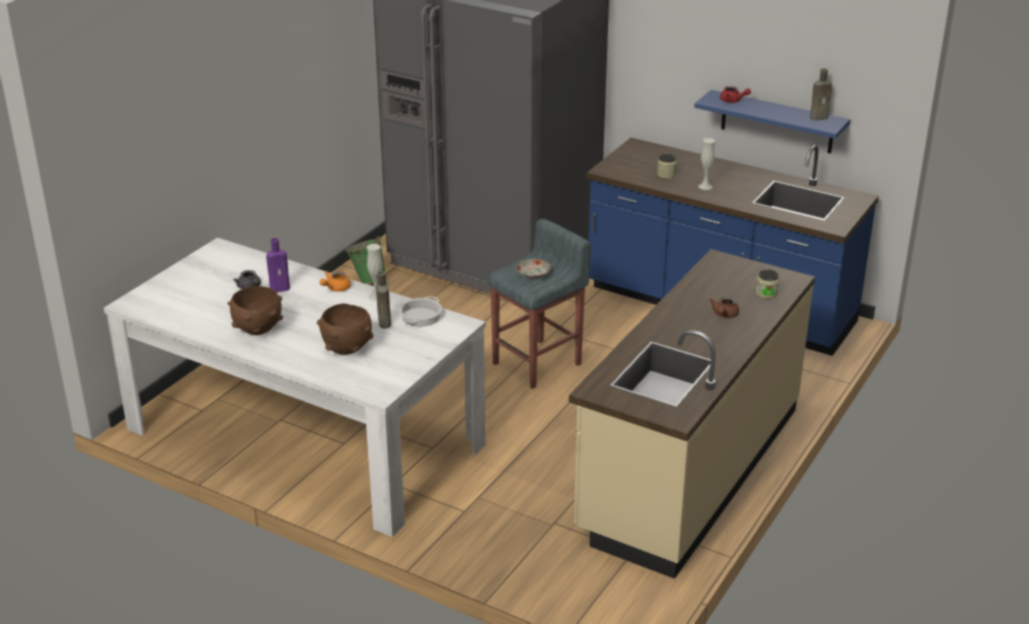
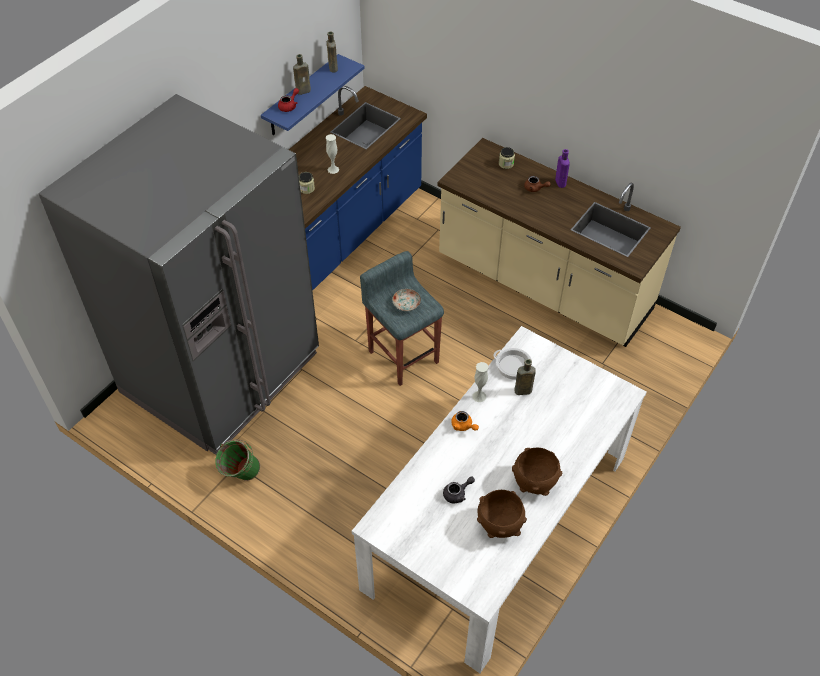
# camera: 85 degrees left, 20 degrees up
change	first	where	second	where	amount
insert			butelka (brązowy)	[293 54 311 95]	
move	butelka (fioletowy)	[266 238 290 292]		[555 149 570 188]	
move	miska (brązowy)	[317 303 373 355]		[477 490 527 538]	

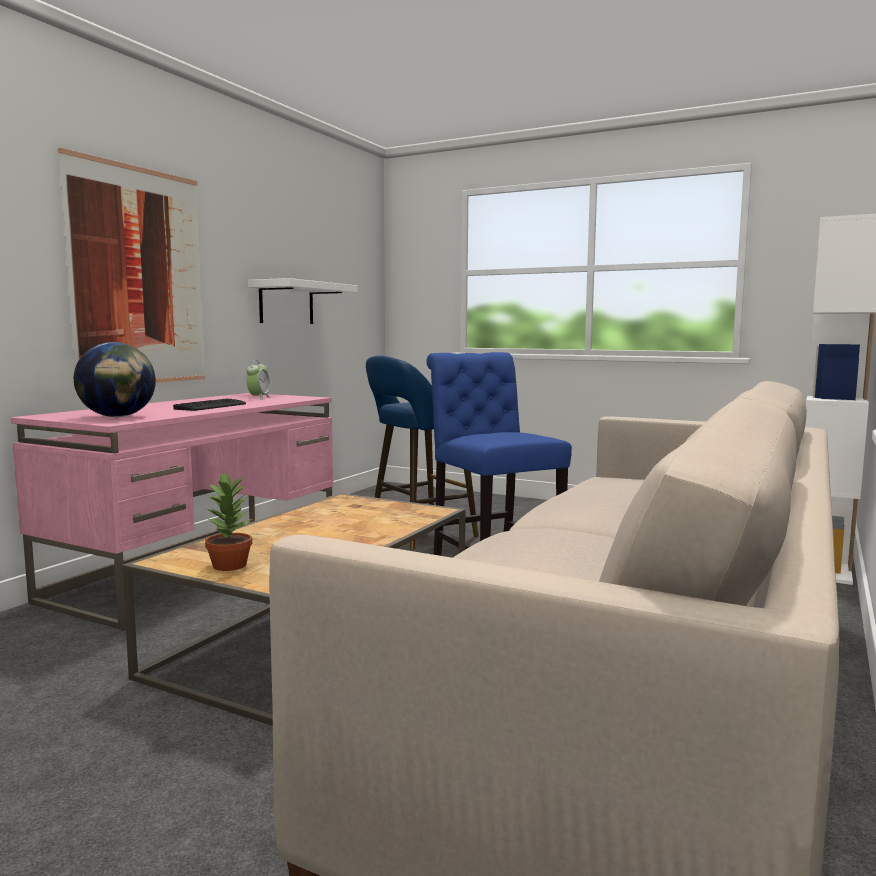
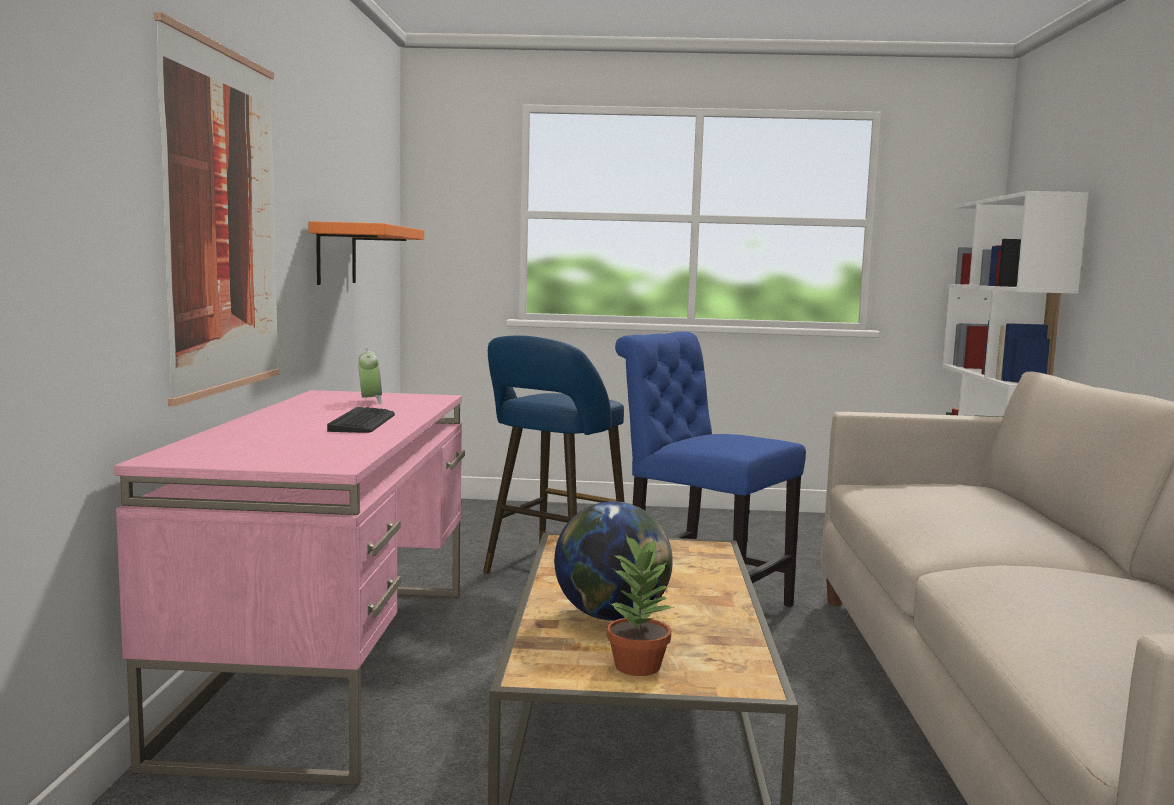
# camera: 25 degrees left, 0 degrees up
change	first	where	second	where	amount
move	globus	[74 342 156 417]		[554 501 673 621]	
recolor	półka (biały)	[248 278 358 324]	półka (pomarańczowy)	[309 221 424 285]	

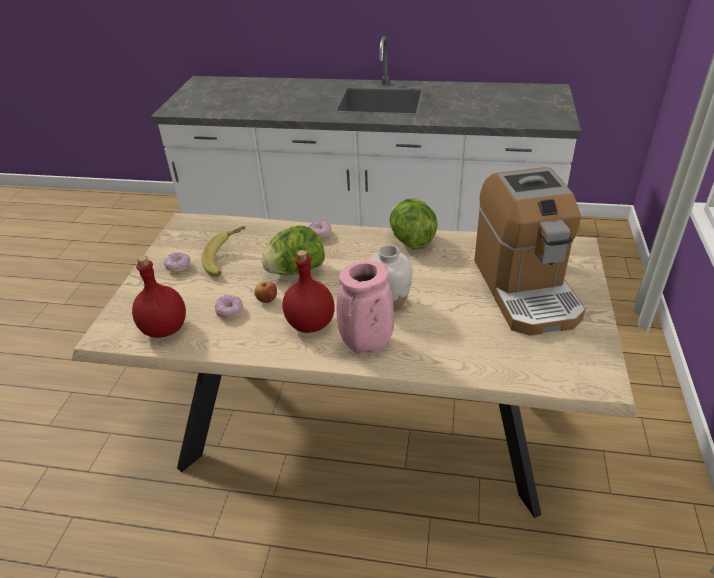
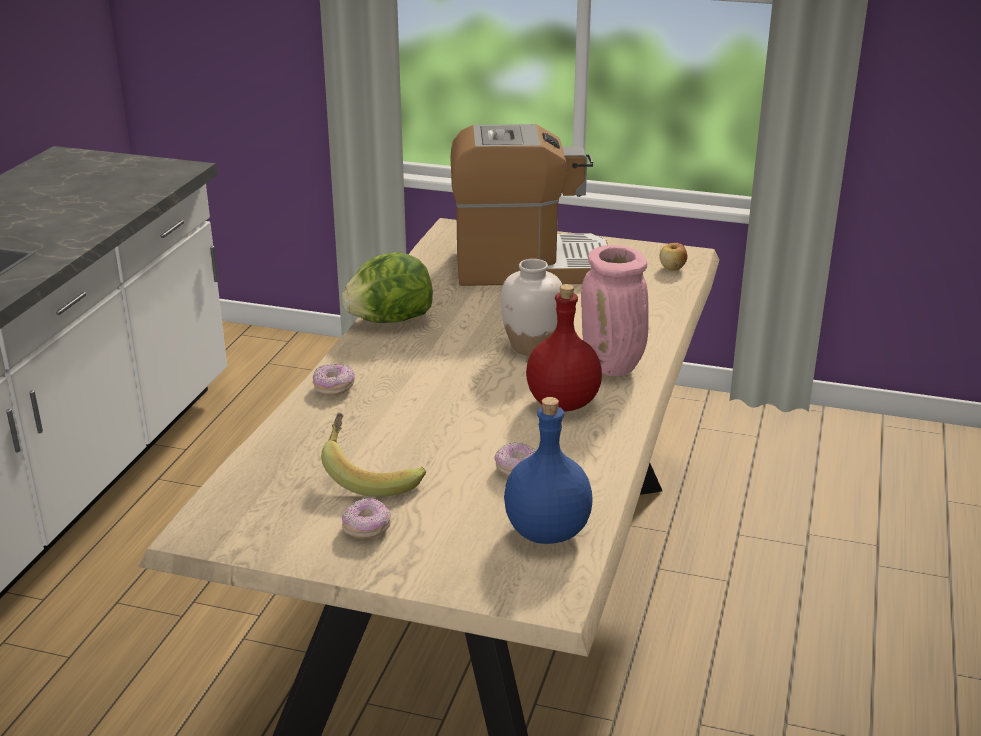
# camera: 85 degrees left, 10 degrees down
change	first	where	second	where	amount
delete	sałata	[261 226 325 275]			
move	jabłko	[254 281 277 303]		[659 243 687 270]	
recolor	butelka (czerwony)	[132 256 186 338]	butelka (niebieski)	[504 397 593 544]	

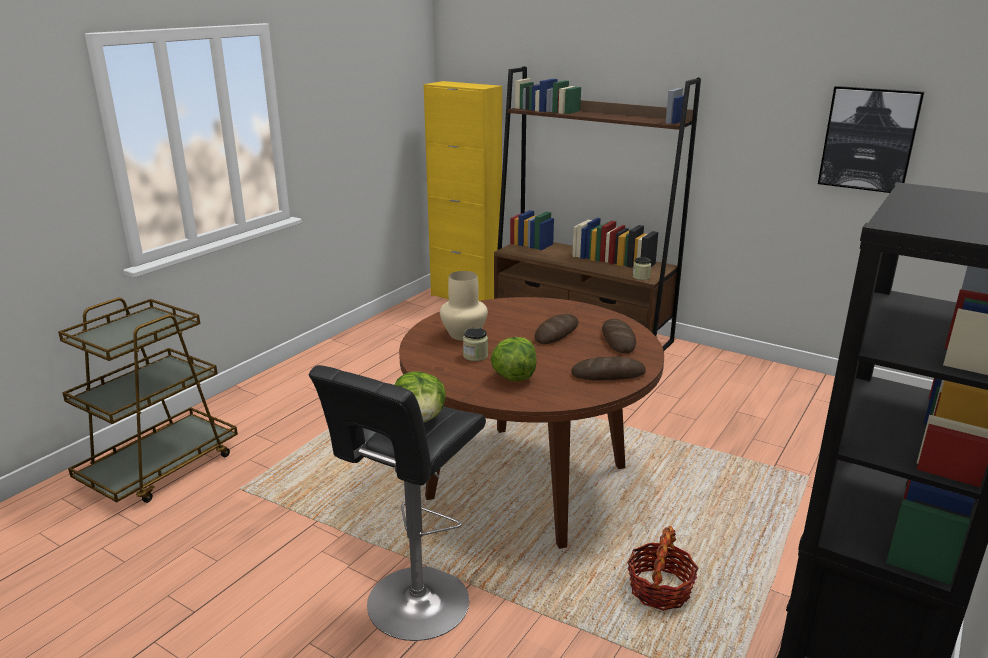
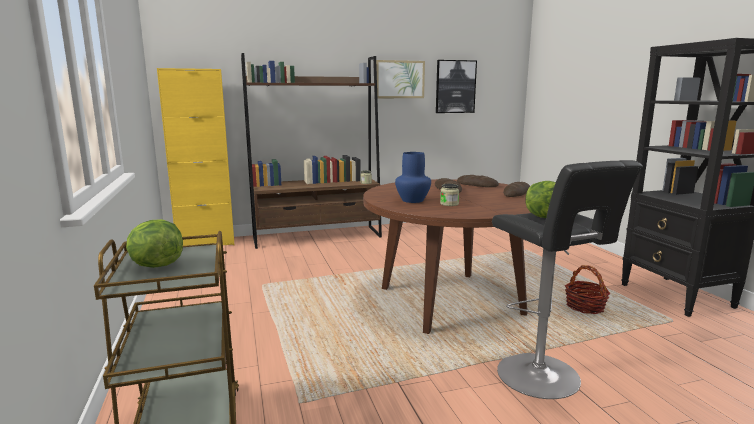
# camera: 50 degrees left, 10 degrees down
change	first	where	second	where	amount
insert			obraz	[376 60 425 98]	
move	sałata	[491 337 537 382]		[126 219 183 268]	
recolor	wazon (beżowy)	[440 271 488 341]	wazon (niebieski)	[395 152 431 203]	

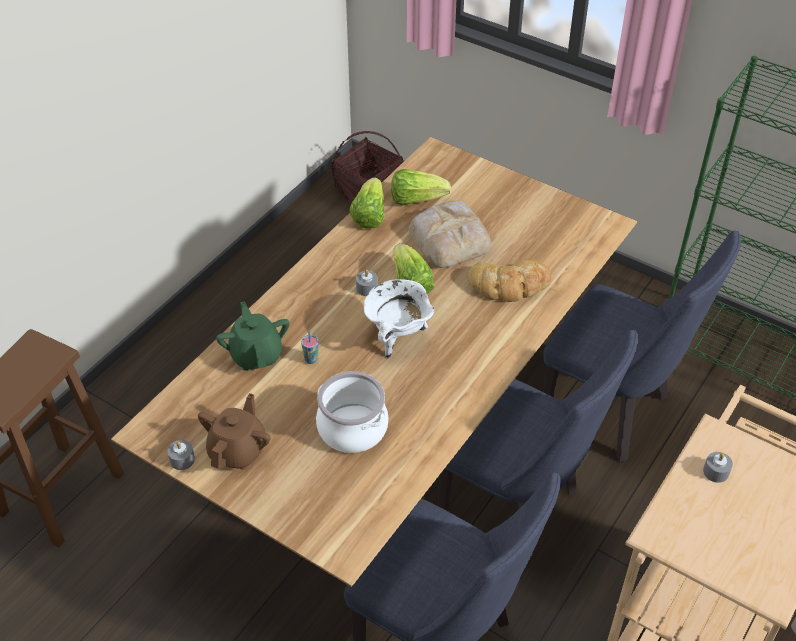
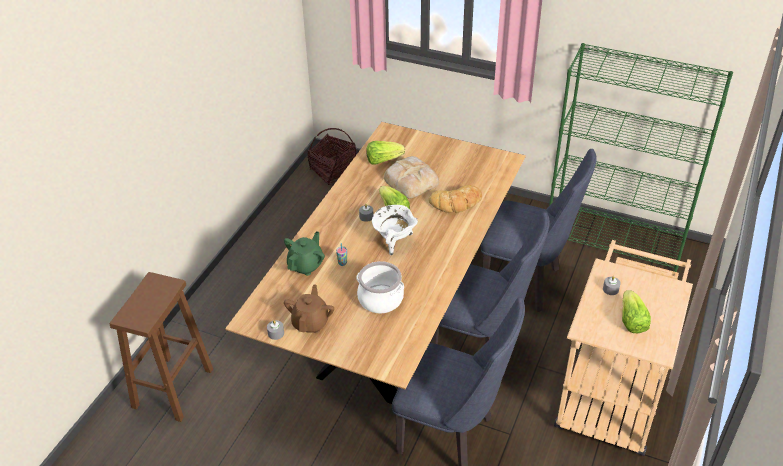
# camera: 10 degrees left, 5 degrees down
change	first	where	second	where	amount
move	sałata	[349 178 384 229]		[622 290 651 333]	
rotate	imbryk (zielony)	[216 301 289 371]		[284 231 325 276]	60 degrees clockwise

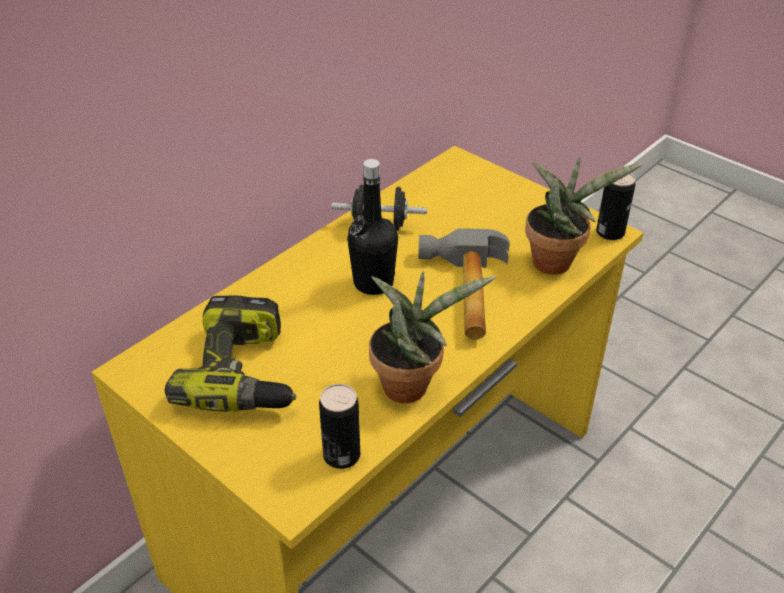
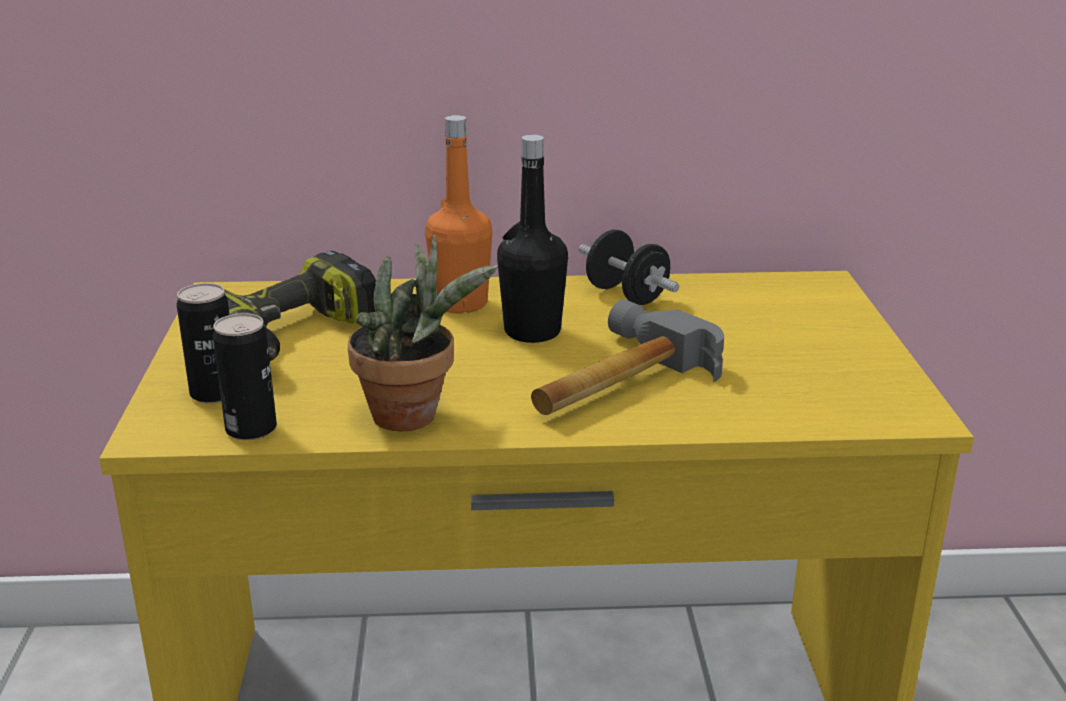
# camera: 45 degrees right, 15 degrees down
change	first	where	second	where	amount
delete	roślina doniczkowa	[525 156 643 275]			
insert			butelka (pomarańczowy)	[425 115 493 313]	
move	puszka	[596 173 635 240]		[177 283 230 403]	

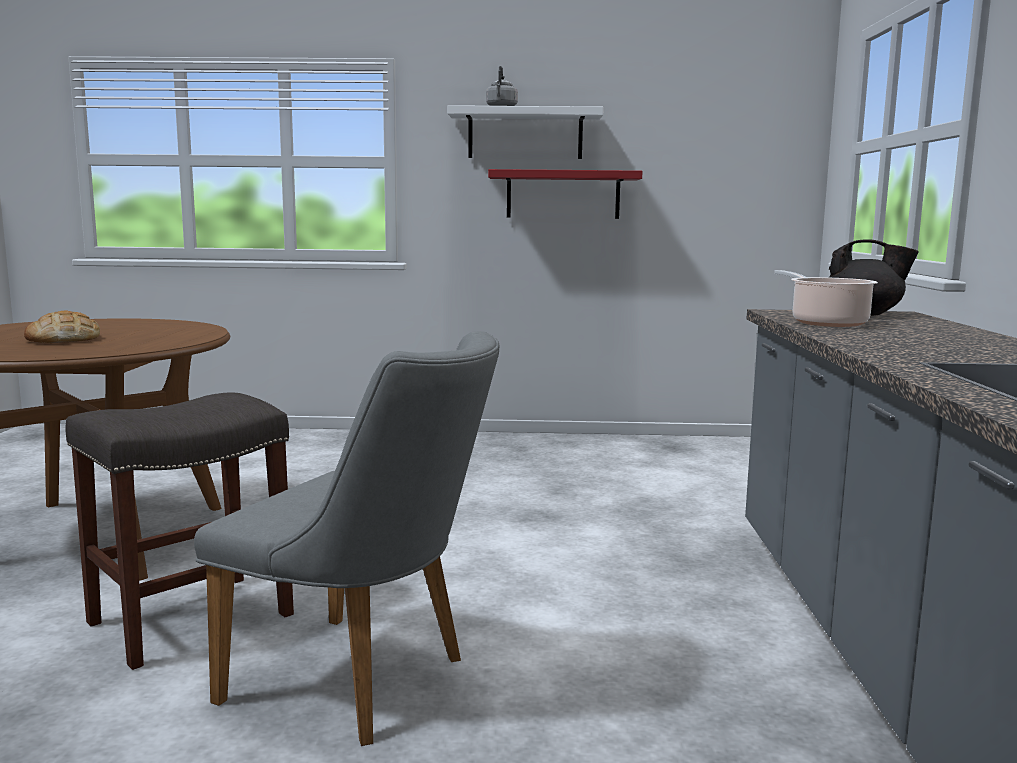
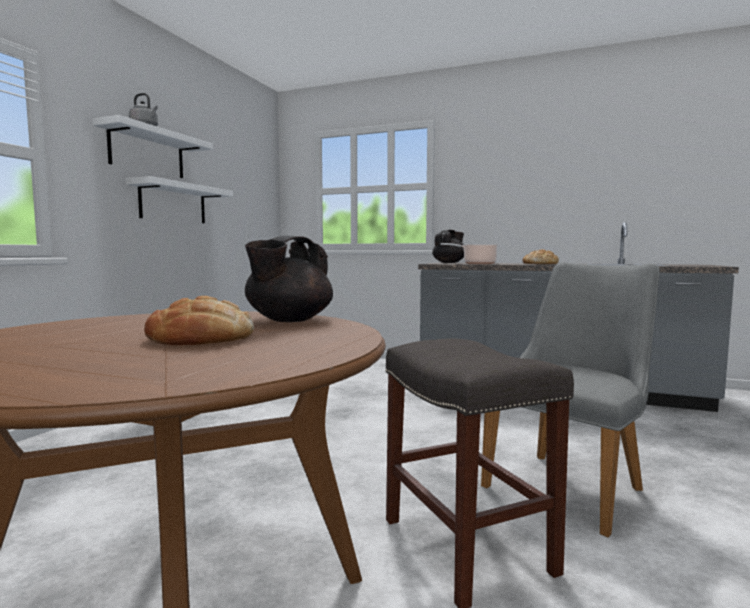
# camera: 70 degrees left, 5 degrees down
change	first	where	second	where	amount
insert			imbryk (czarny)	[245 236 333 322]	
insert			chleb	[523 250 559 264]	
recolor	półka (czerwony)	[488 169 642 219]	półka (biały)	[126 176 233 223]	

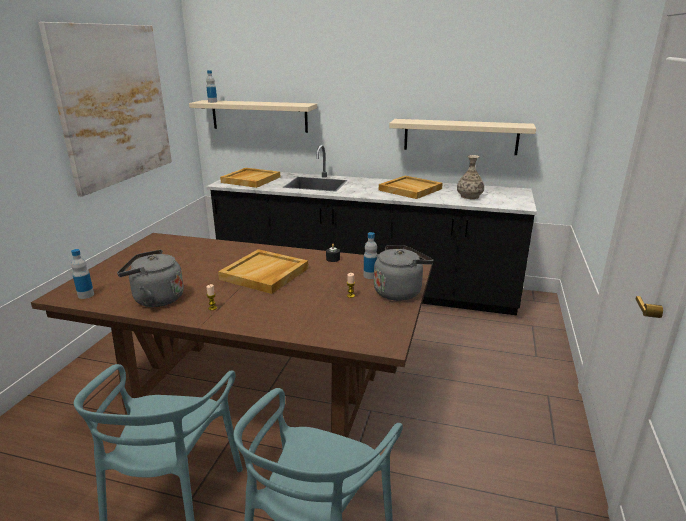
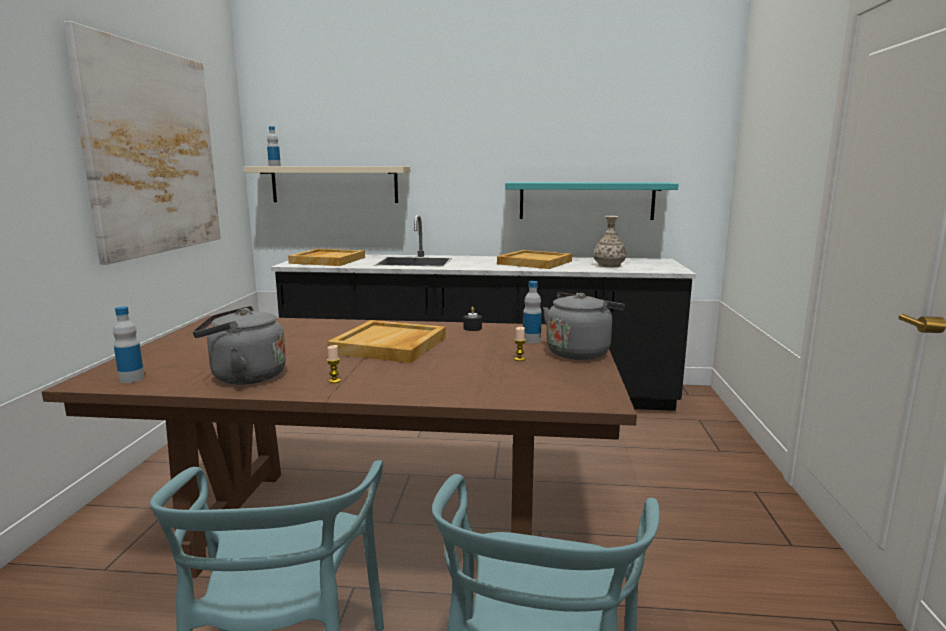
# camera: 10 degrees left, 10 degrees down
change	first	where	second	where	amount
recolor	półka (beżowy)	[389 119 536 155]	półka (turkusowy)	[505 182 679 220]	

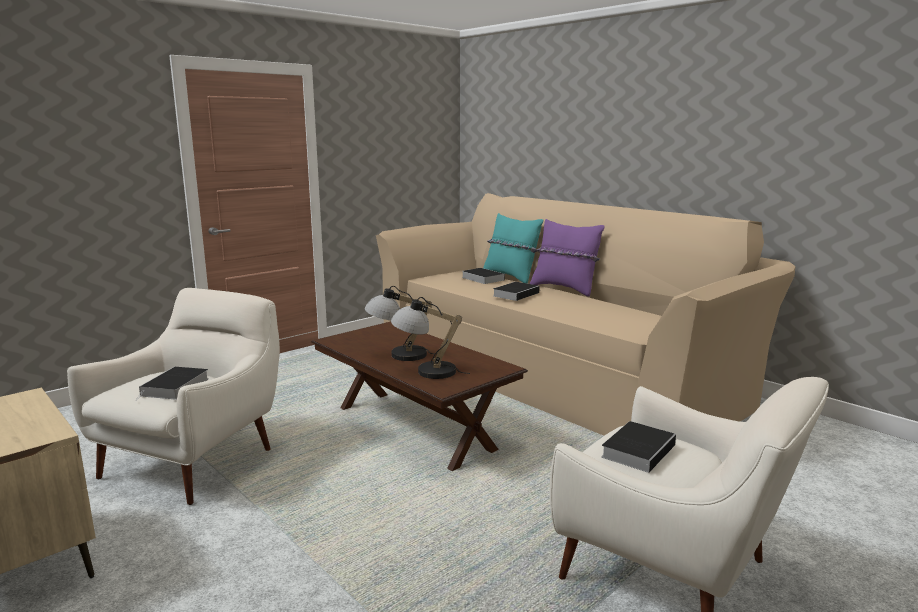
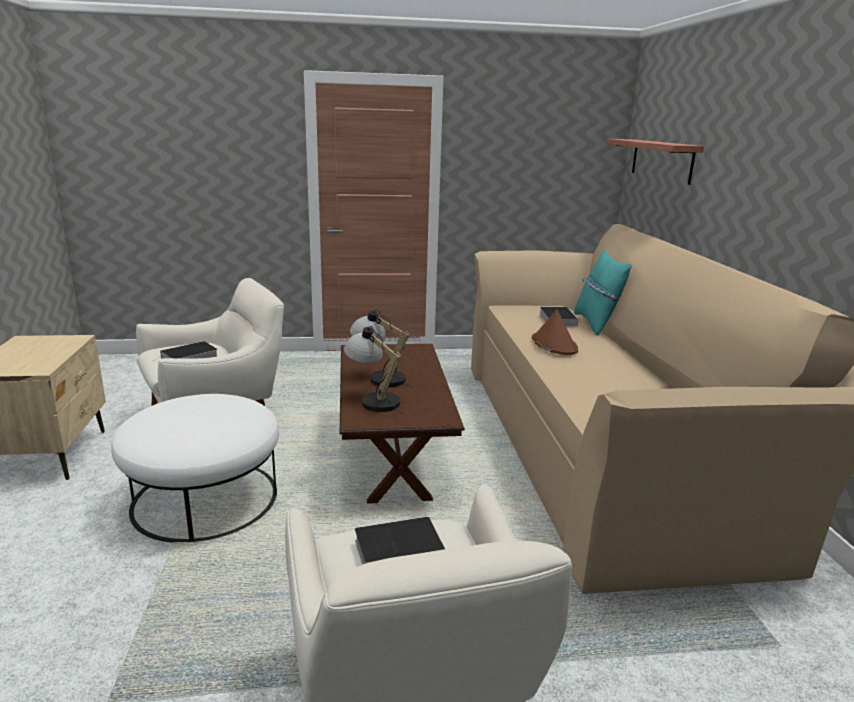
# camera: 35 degrees right, 5 degrees up
change	first	where	second	where	amount
delete	poduszka (fioletowy)	[530 219 605 297]			
insert			pufa (biały)	[111 394 279 543]	
insert			półka	[606 139 704 185]	
replace	książka	[493 282 540 301]	kapelusz (brązowy)	[532 309 578 355]	

